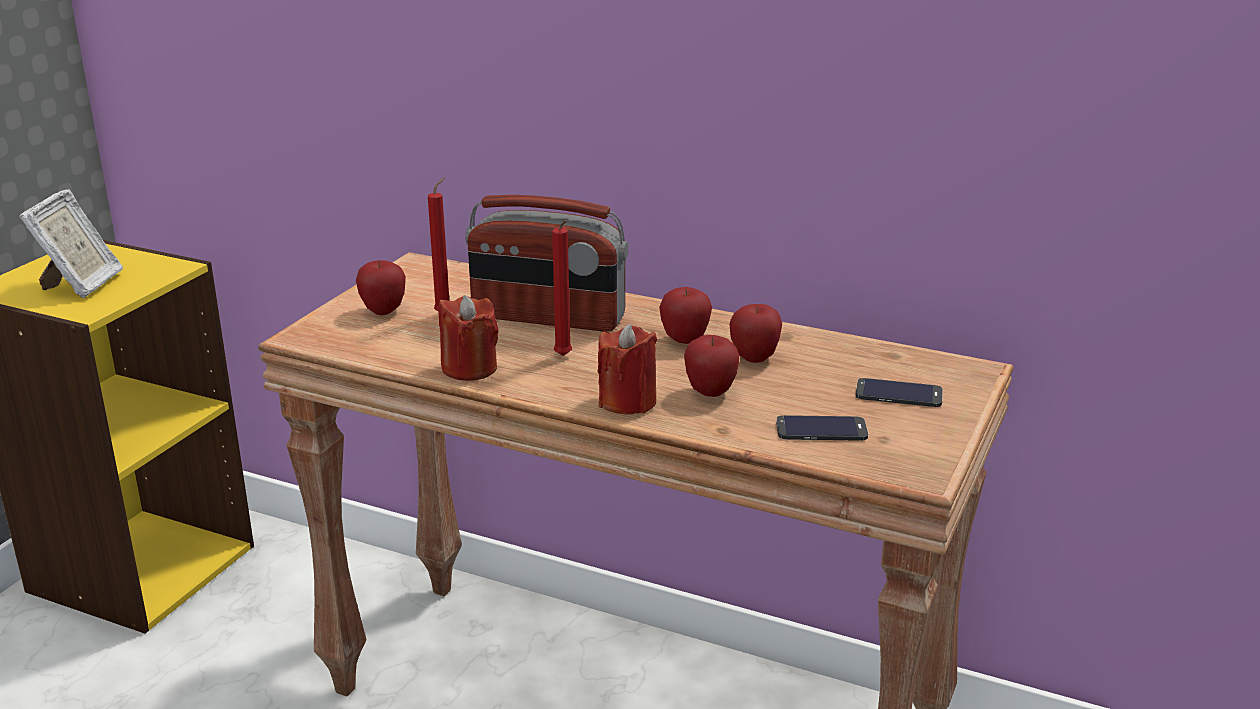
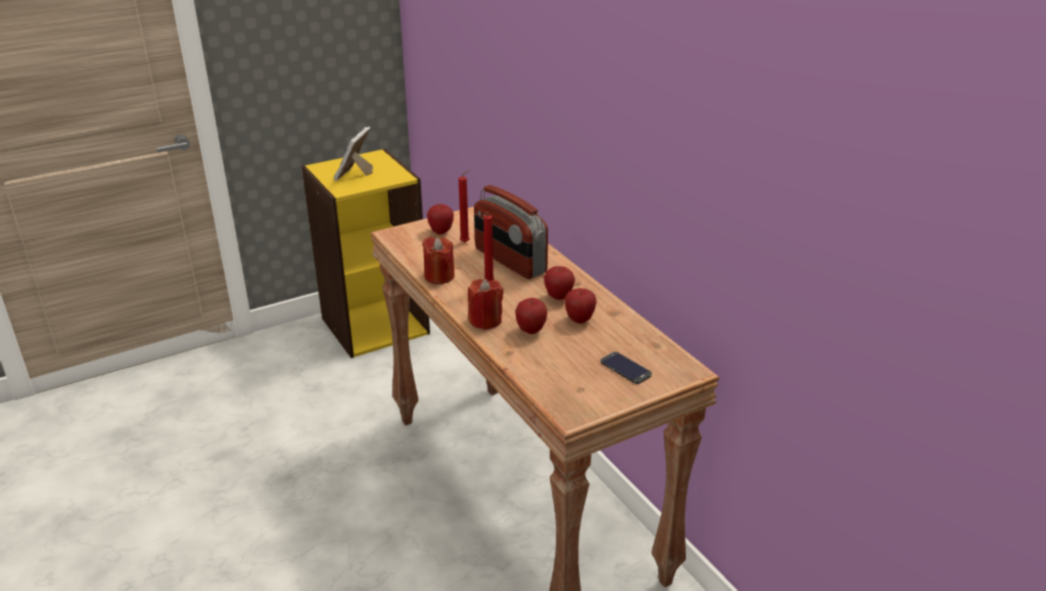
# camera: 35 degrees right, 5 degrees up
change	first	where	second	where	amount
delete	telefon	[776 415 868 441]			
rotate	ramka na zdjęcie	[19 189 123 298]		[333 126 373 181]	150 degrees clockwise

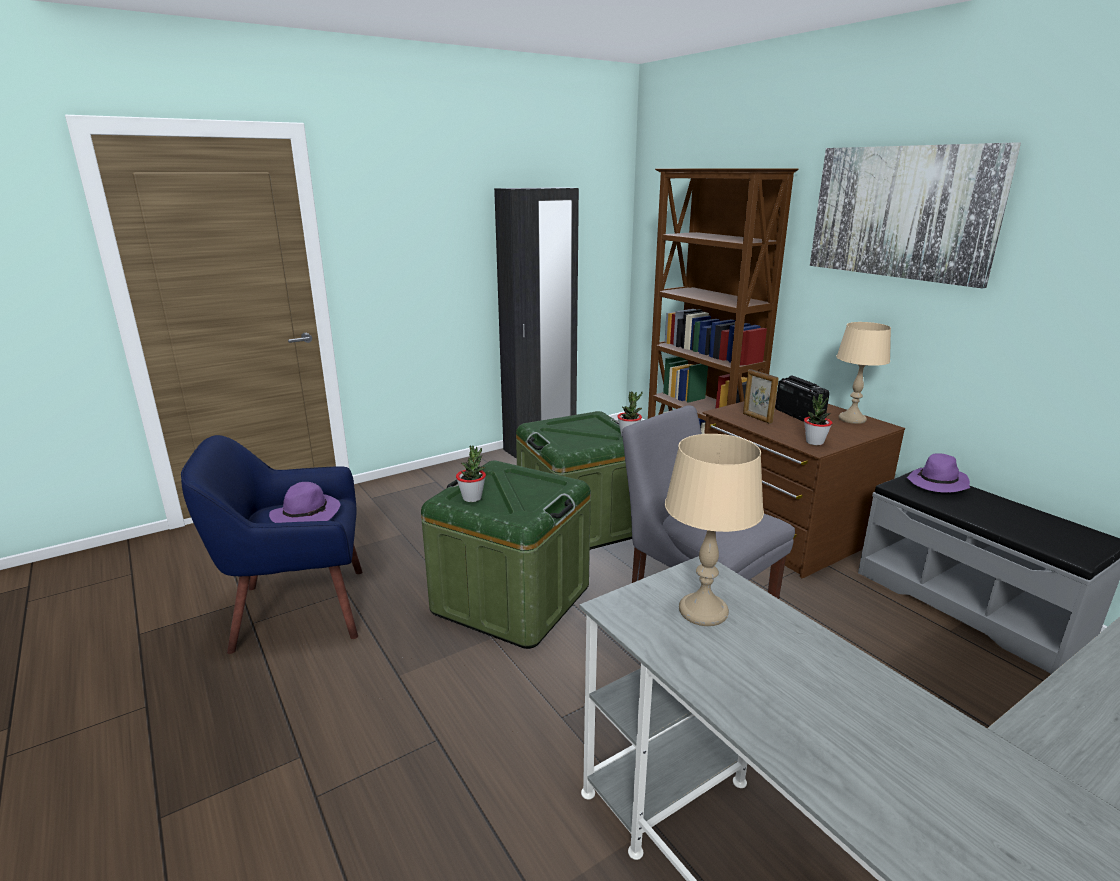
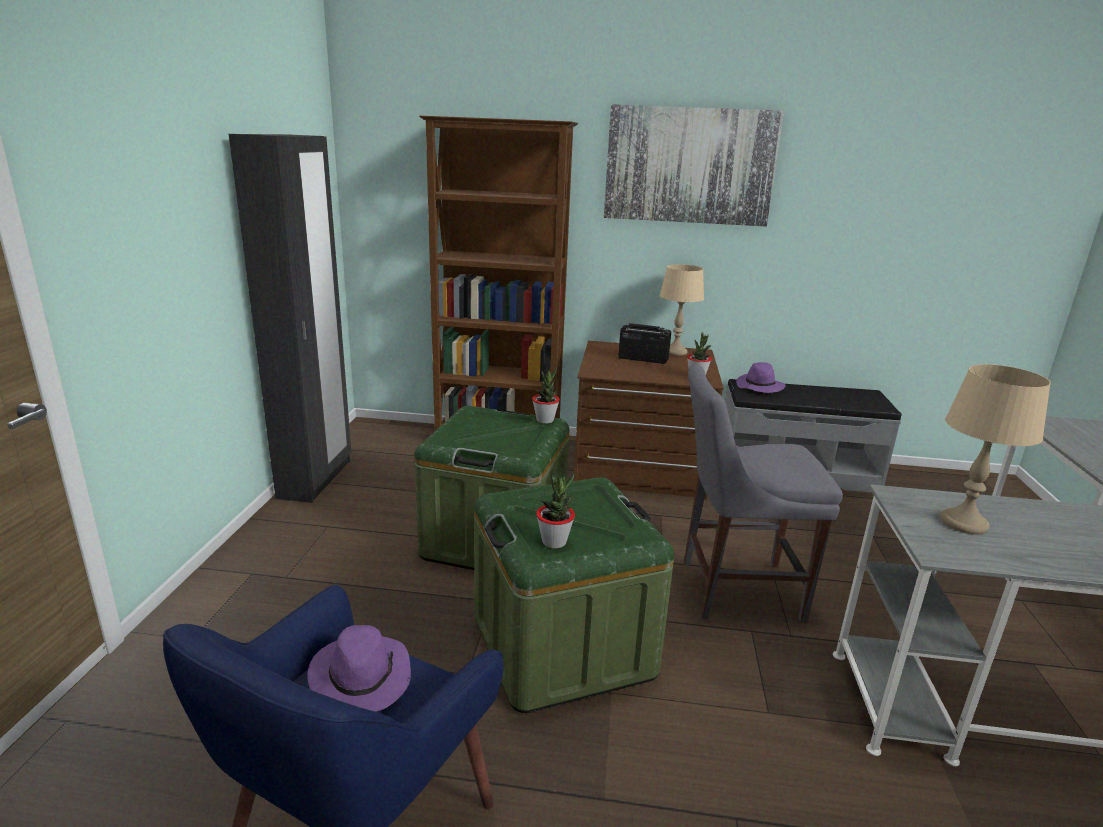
# camera: 50 degrees left, 0 degrees up
change	first	where	second	where	amount
delete	ramka na zdjęcie	[743 369 779 424]			

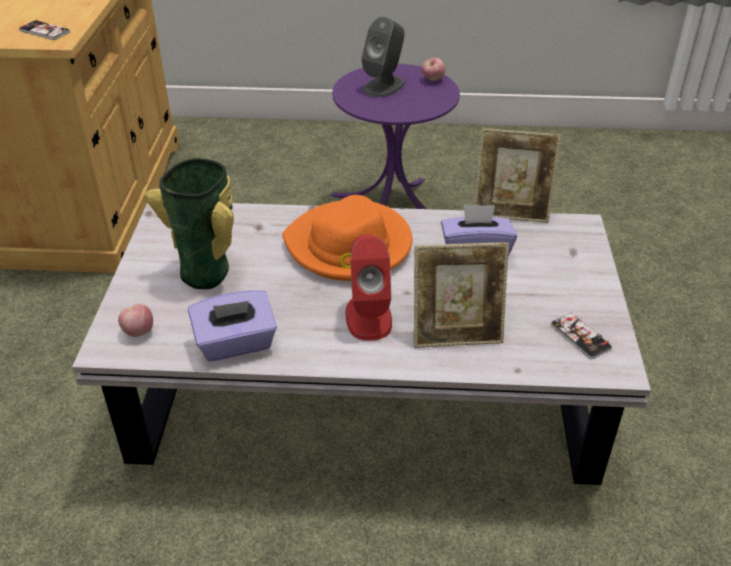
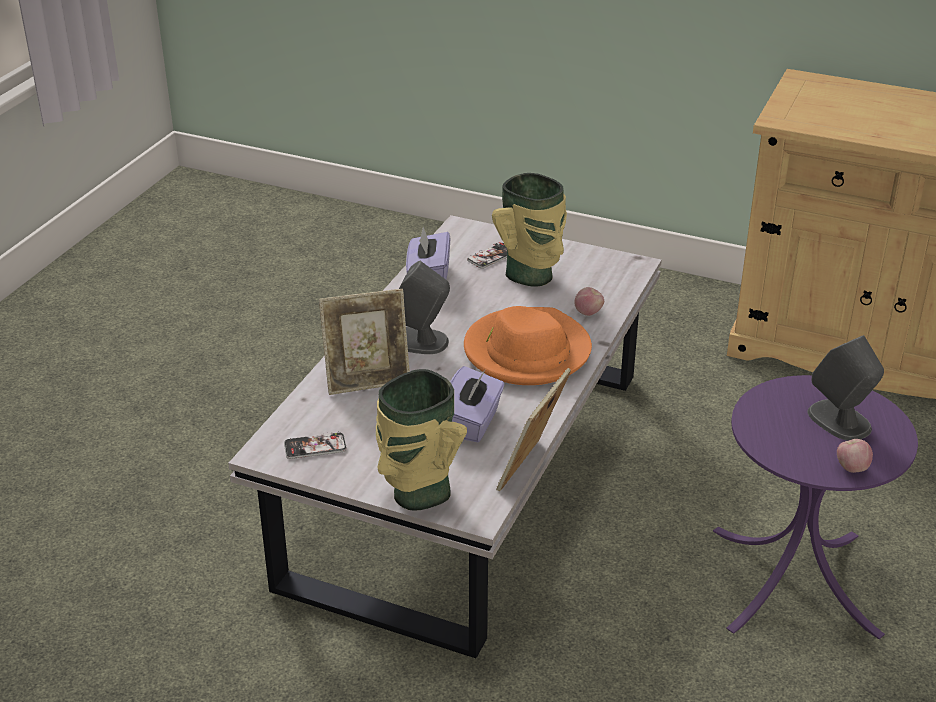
# camera: 110 degrees right, 5 degrees down
change	first	where	second	where	amount
insert			wazon	[376 369 467 511]	
move	telefon	[19 20 70 40]		[467 242 507 269]	
move	jabłko	[118 304 153 337]		[574 287 604 316]	
recolor	głośnik (czerwony)	[345 235 392 341]	głośnik (szary)	[399 261 450 354]	
rotate	ramka na zdjęcie	[414 242 509 348]		[319 289 410 395]	120 degrees counterclockwise

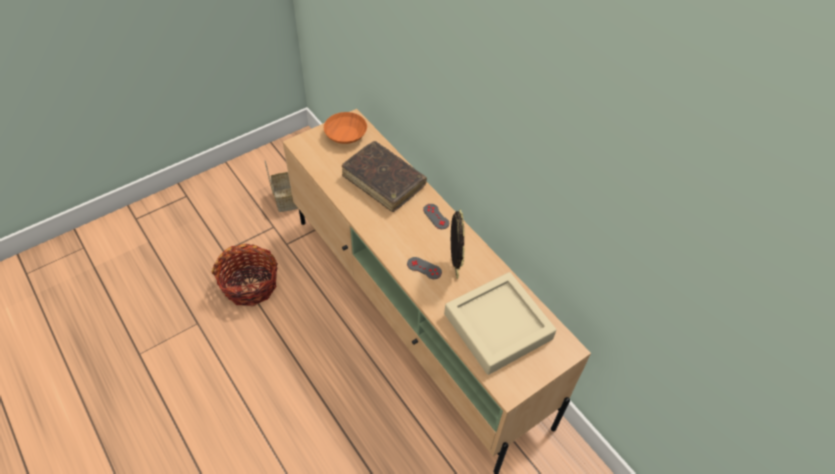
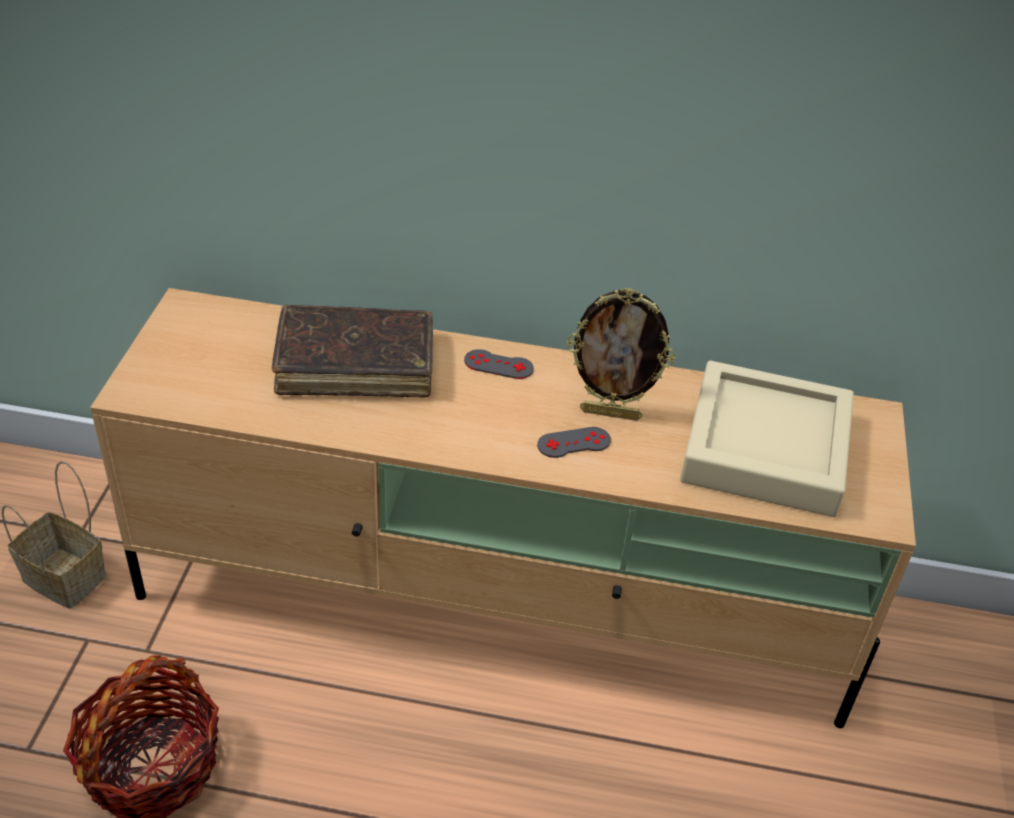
# camera: 45 degrees left, 10 degrees down
change	first	where	second	where	amount
delete	miska (pomarańczowy)	[324 112 367 144]			
rotate	ramka na zdjęcie	[451 209 465 279]		[567 288 675 421]	150 degrees clockwise

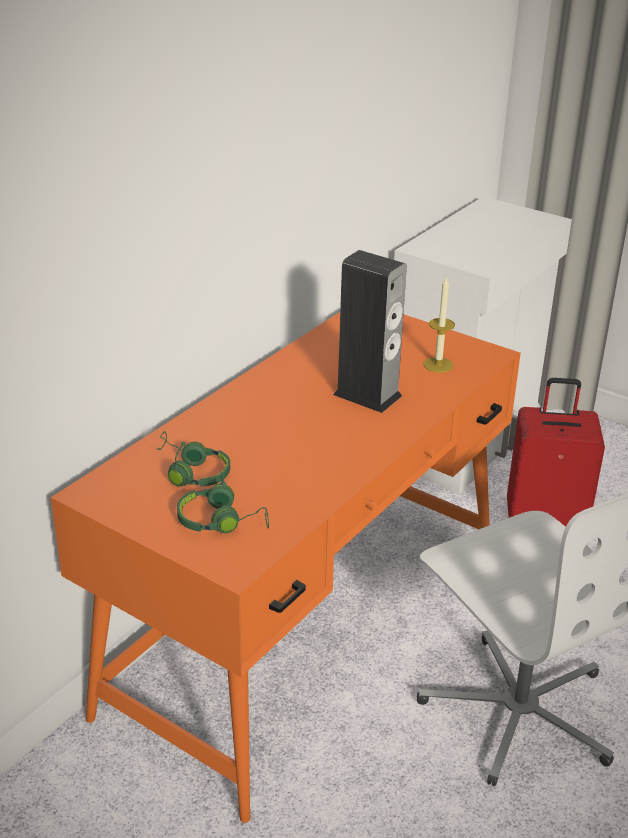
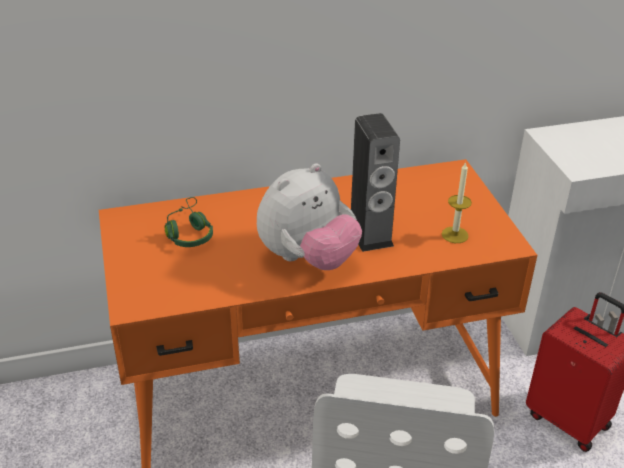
# camera: 40 degrees right, 5 degrees up
change	first	where	second	where	amount
delete	słuchawki (zielony)	[177 474 269 533]			
insert			pluszak	[257 163 362 270]	

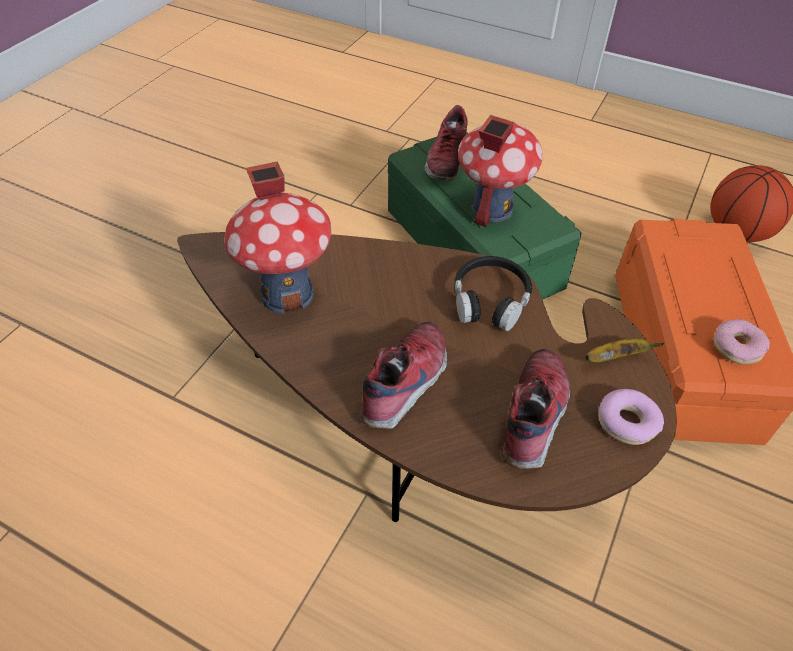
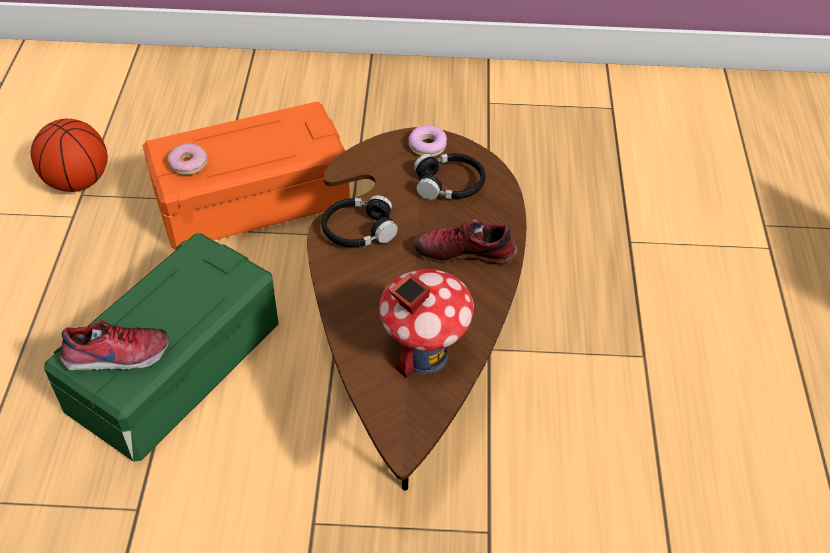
# camera: 115 degrees left, 0 degrees up
change	first	where	second	where	amount
delete	domek	[458 115 543 227]			
delete	banan	[585 339 664 363]			
move	donut	[714 319 770 365]		[167 143 208 175]	
replace	but	[501 349 570 469]	słuchawki (czarny)	[414 153 486 200]	

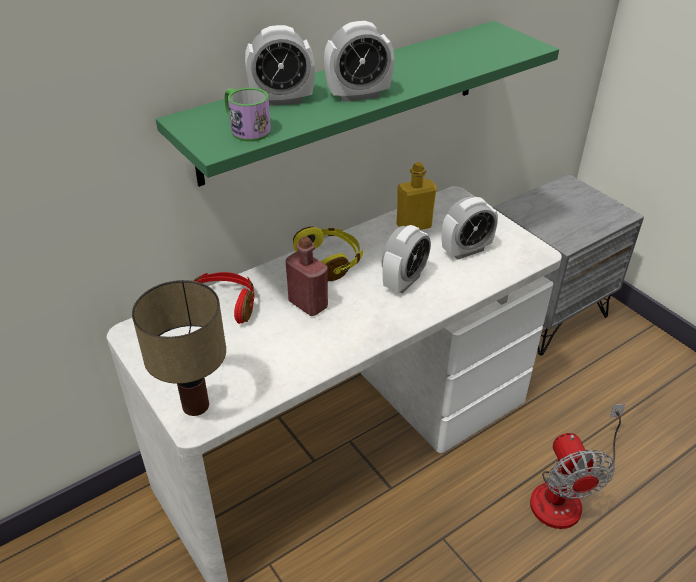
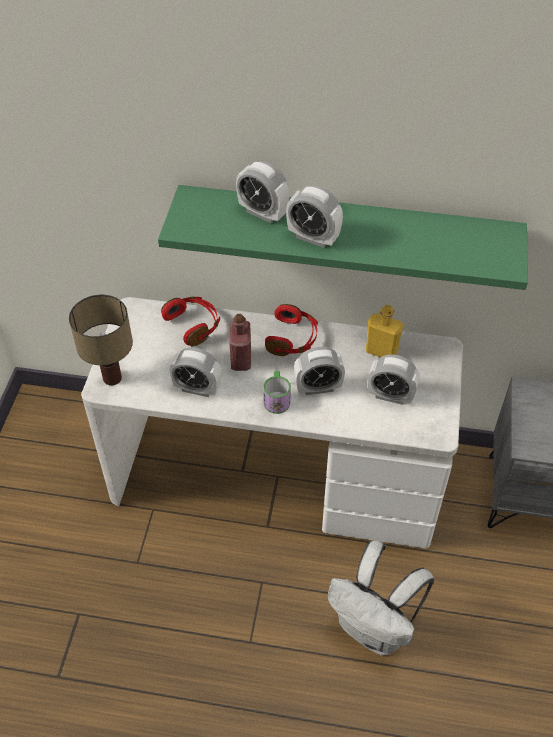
# camera: 45 degrees right, 10 degrees up
change	first	where	second	where	amount
insert			budzik	[170 347 221 397]	
move	kubek	[224 88 271 142]		[263 371 291 414]	
replace	wentylator	[530 403 626 529]	plecak (biały)	[327 540 434 655]	
recolor	słuchawki (żółty)	[293 226 363 282]	słuchawki (czerwony)	[265 304 318 356]	

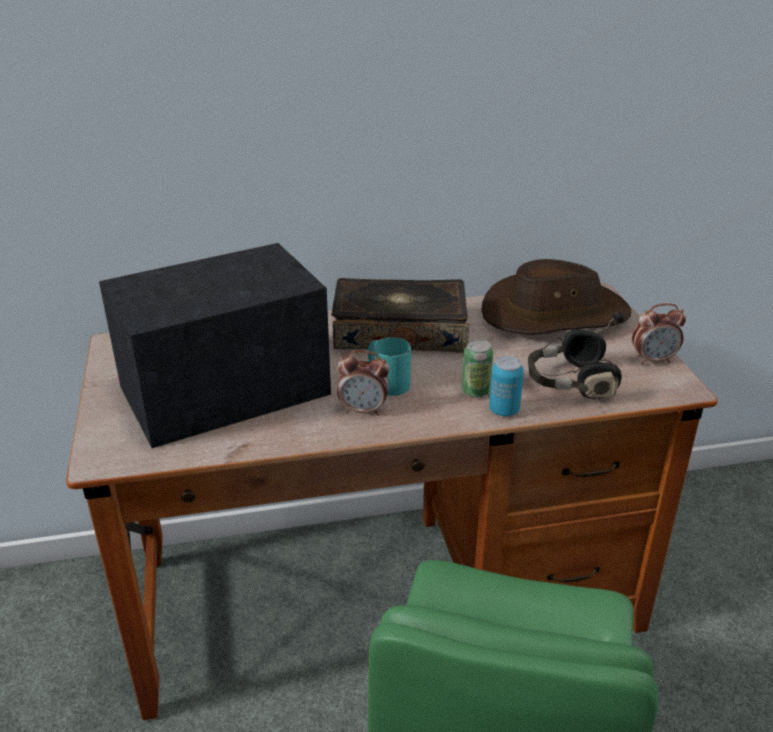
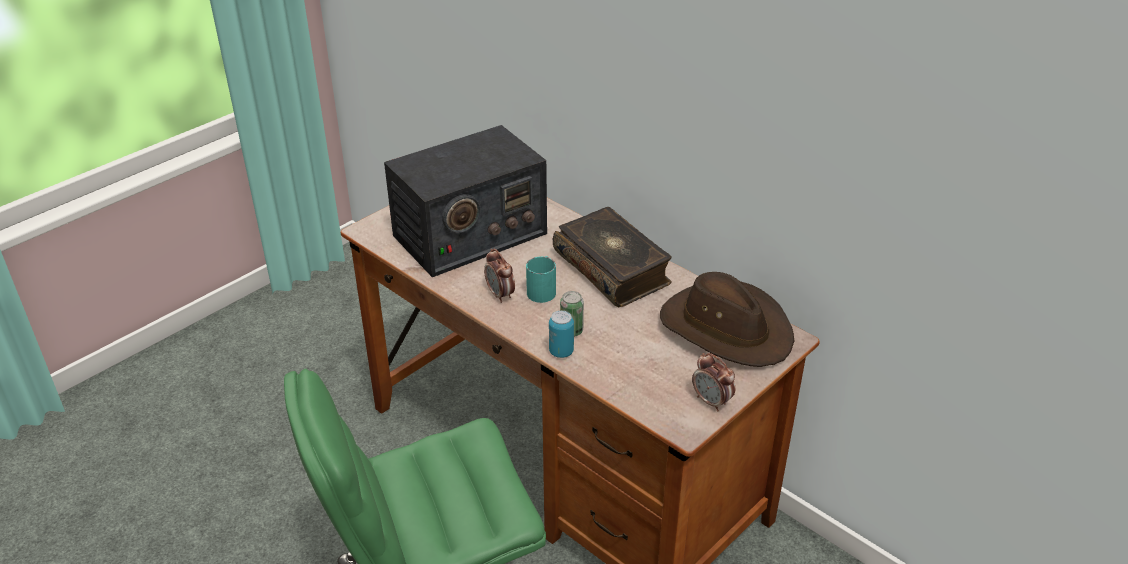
# camera: 55 degrees right, 5 degrees up
change	first	where	second	where	amount
delete	słuchawki (czarny)	[528 312 624 399]			
rotate	radio	[99 243 331 448]		[384 125 547 277]	120 degrees clockwise

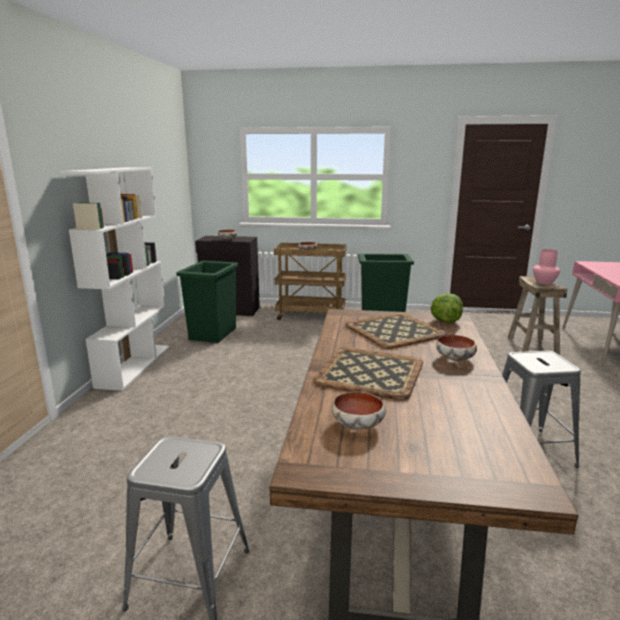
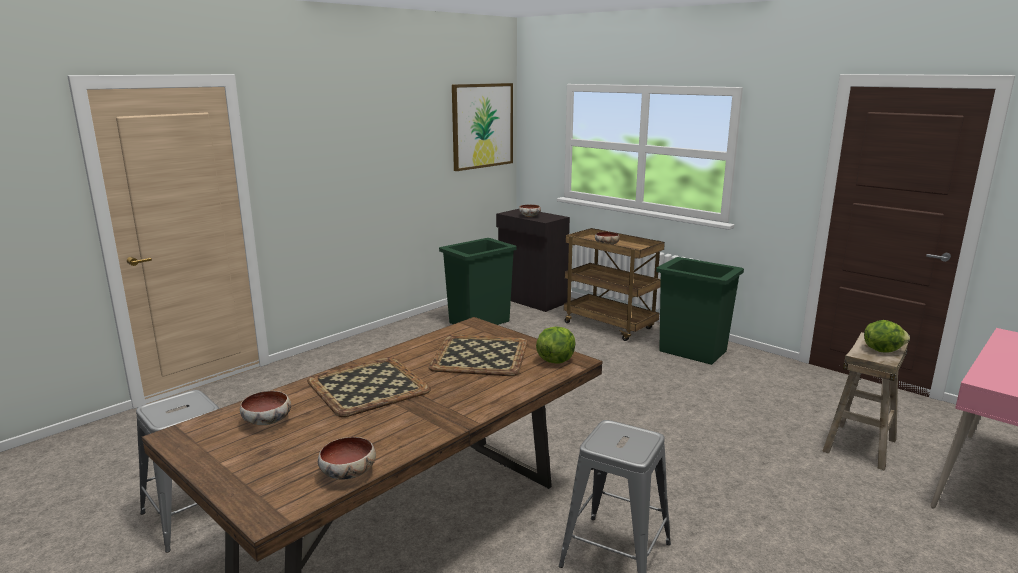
# camera: 35 degrees right, 0 degrees up
change	first	where	second	where	amount
delete	regał (biały)	[60 167 169 391]			
insert			obraz	[452 83 513 171]	
move	miska	[436 335 477 361]		[318 437 376 479]	
replace	wazon (różowy)	[533 249 560 285]	sałata	[864 320 910 352]	

